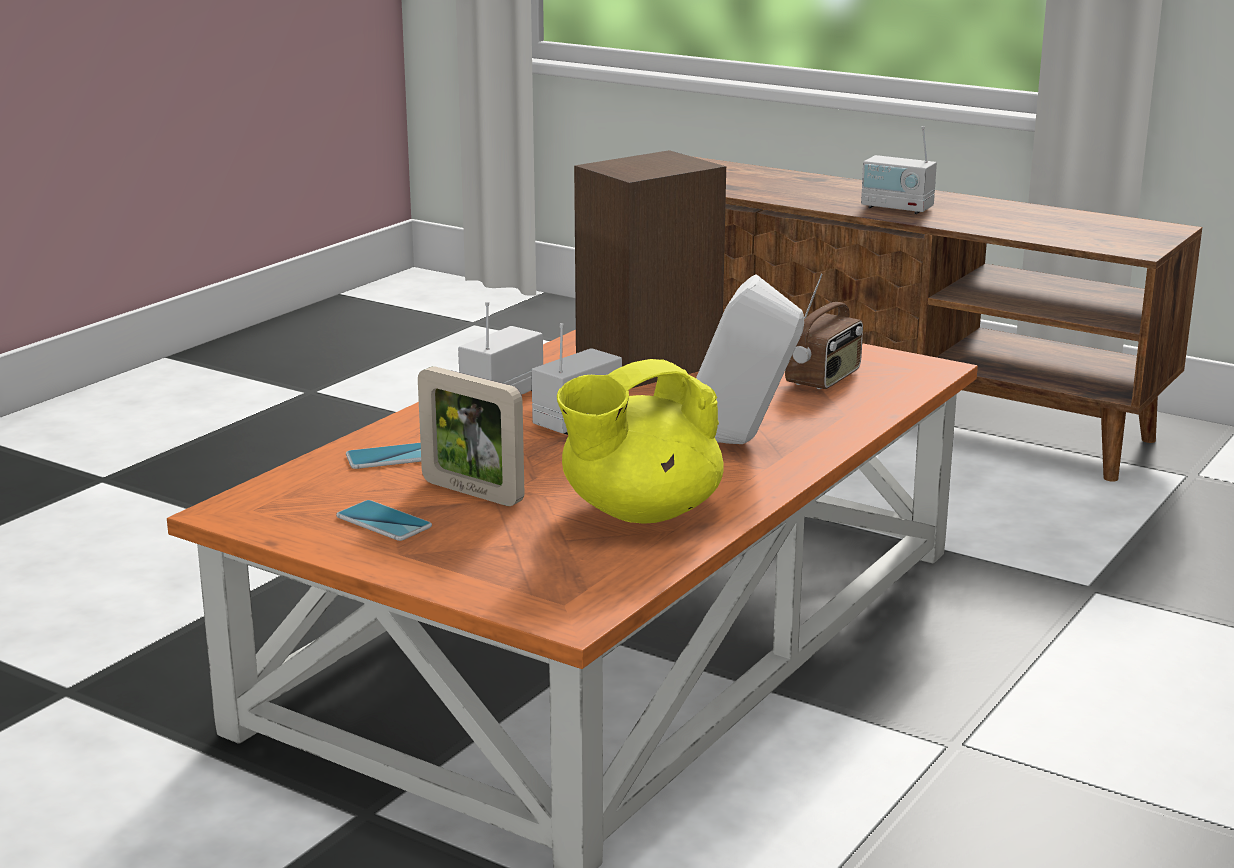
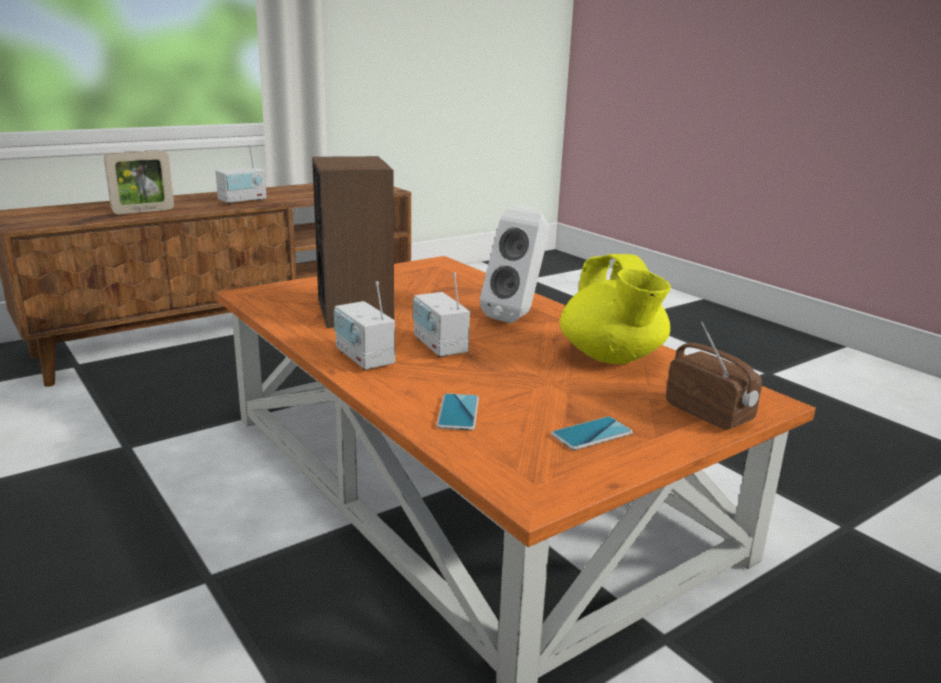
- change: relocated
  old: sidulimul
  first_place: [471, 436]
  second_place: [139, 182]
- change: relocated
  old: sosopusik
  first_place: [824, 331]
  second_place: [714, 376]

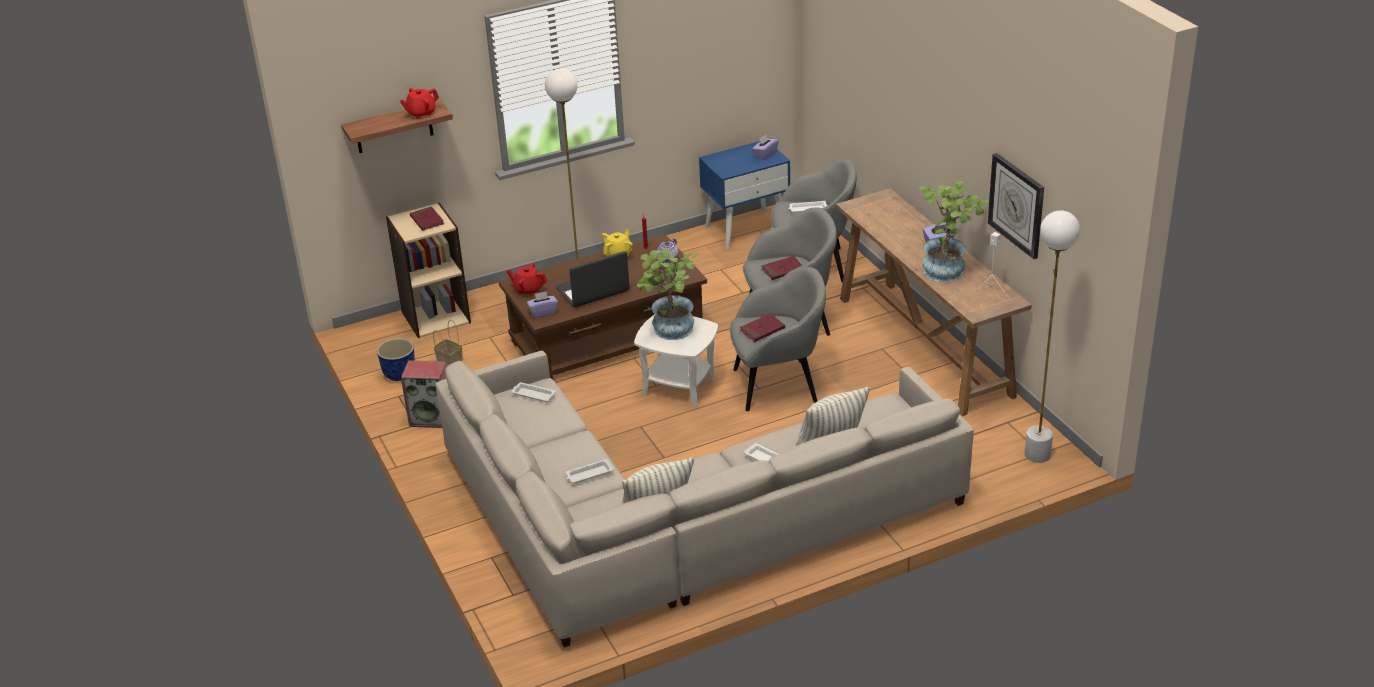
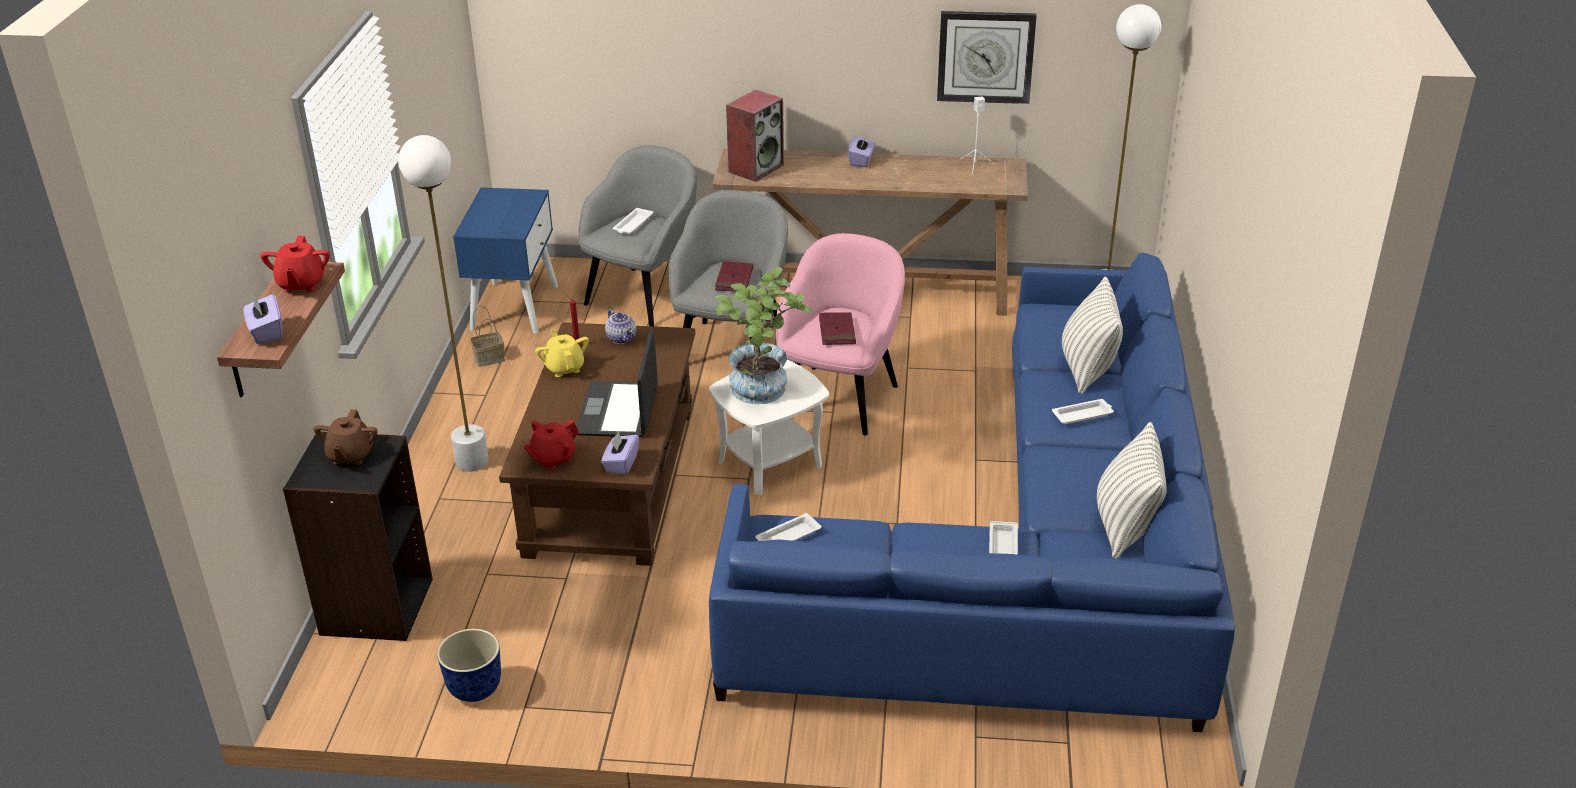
- change: missing
  old: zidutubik
  first_place: [953, 231]
- change: relocated
  old: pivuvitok
  first_place: [423, 394]
  second_place: [755, 136]
- change: relocated
  old: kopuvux
  first_place: [448, 343]
  second_place: [487, 336]
- change: relocated
  old: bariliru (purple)
  first_place: [765, 147]
  second_place: [263, 319]
- change: exchanged
  old: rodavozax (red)
  new: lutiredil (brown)
  first_place: [427, 218]
  second_place: [345, 437]
- change: colour
  old: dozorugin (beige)
  new: dozorugin (black)
  first_place: [428, 270]
  second_place: [358, 536]
- change: colour
  old: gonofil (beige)
  new: gonofil (blue)
  first_place: [704, 499]
  second_place: [972, 492]
- change: colour
  old: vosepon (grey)
  new: vosepon (pink)
  first_place: [778, 339]
  second_place: [840, 334]

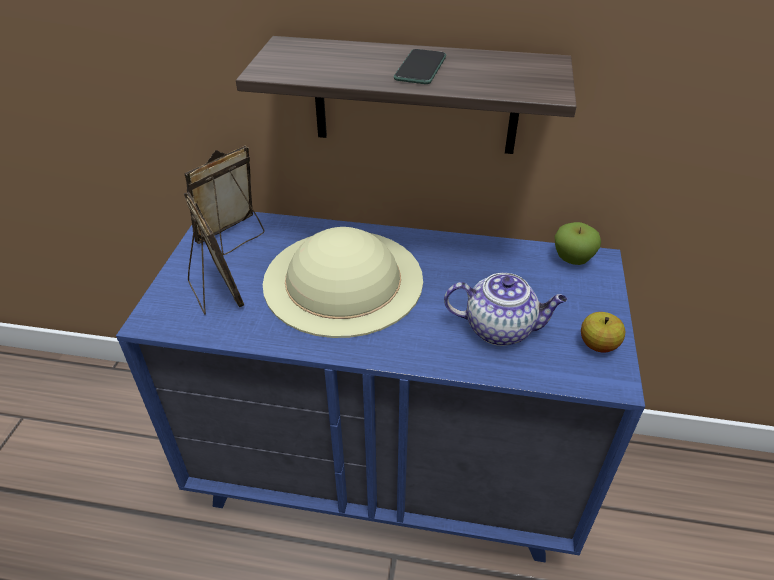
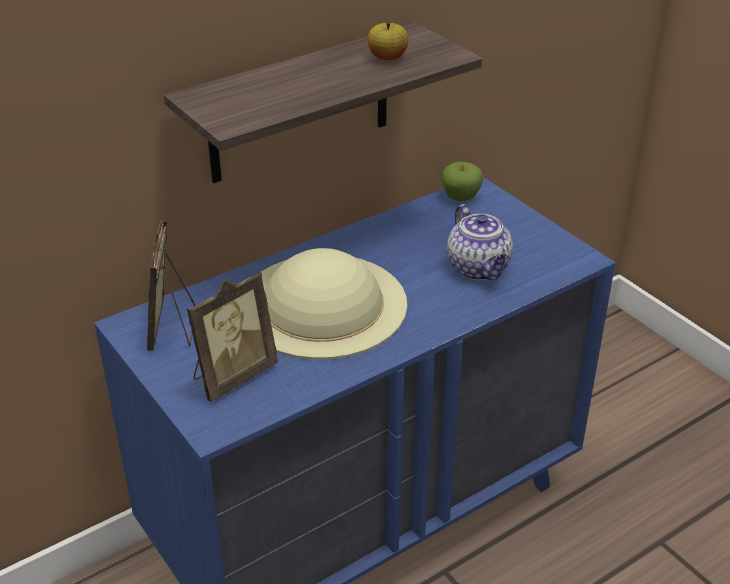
- change: missing
  old: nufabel
  first_place: [420, 66]
- change: relocated
  old: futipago
  first_place: [603, 332]
  second_place: [388, 41]
- change: spun
  old: sidulimul
  first_place: [214, 253]
  second_place: [232, 336]
  degrees: 120
- change: spun
  old: lutiredil
  first_place: [505, 309]
  second_place: [480, 242]
  degrees: 105

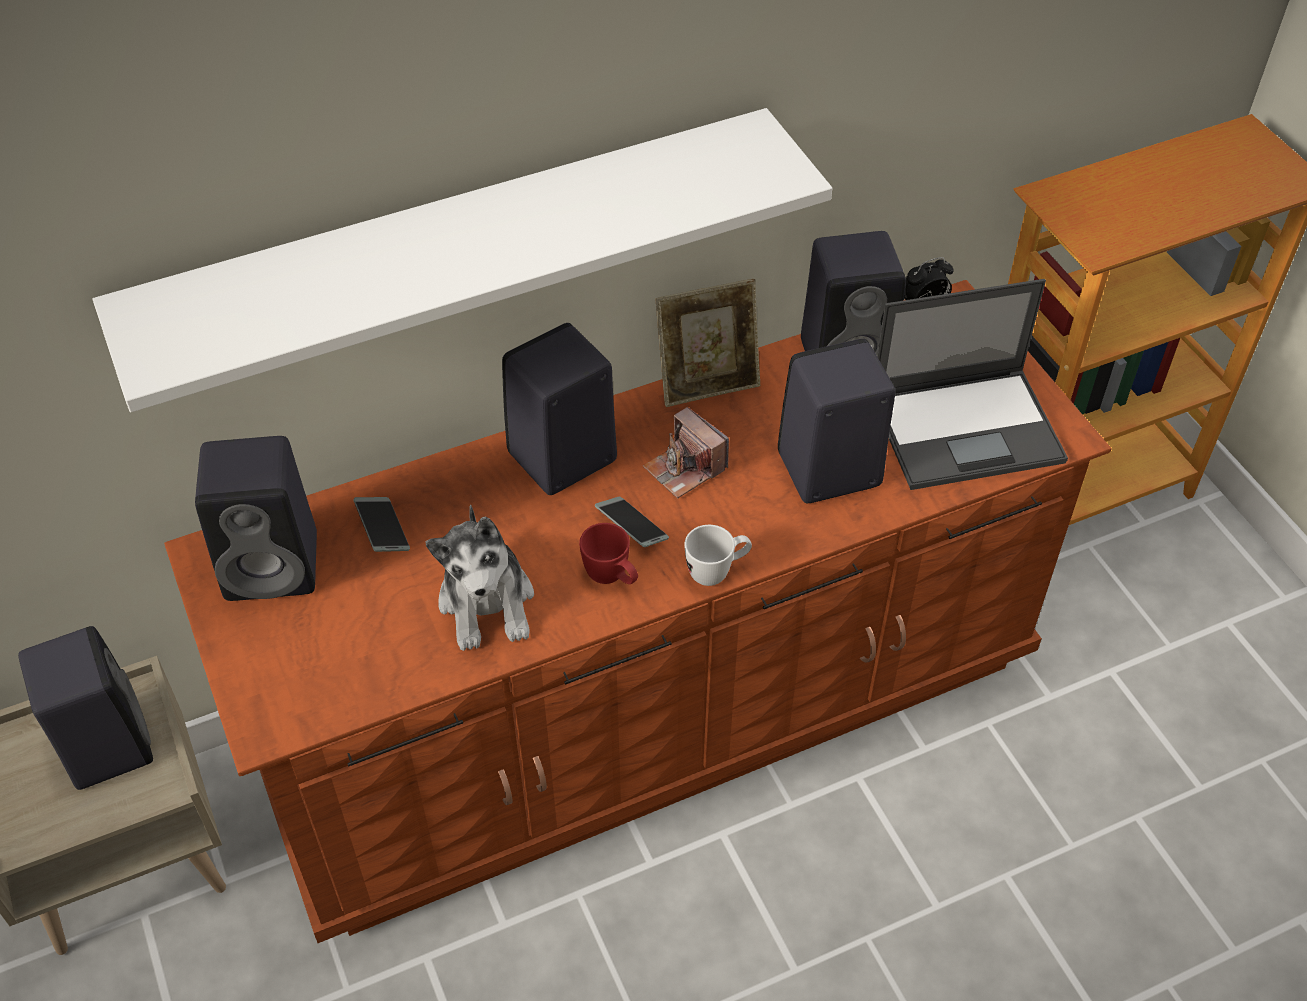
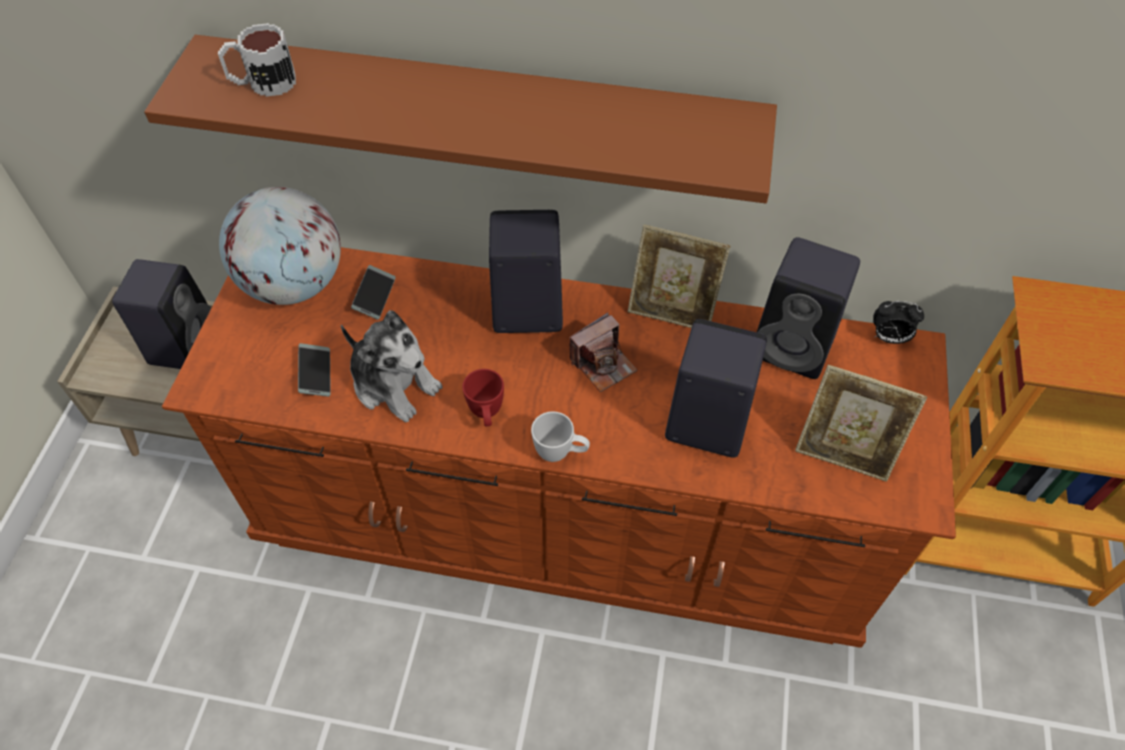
- change: appeared
  new: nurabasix
  second_place: [257, 60]
- change: relocated
  old: nufabel
  first_place: [632, 521]
  second_place: [314, 370]
- change: exchanged
  old: pivuvitok (black)
  new: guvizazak
  first_place: [256, 518]
  second_place: [280, 246]
- change: exchanged
  old: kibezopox
  new: sidulimul
  first_place: [972, 384]
  second_place: [861, 423]
- change: colour
  old: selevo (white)
  new: selevo (brown)
  first_place: [462, 260]
  second_place: [460, 119]
- change: spun
  old: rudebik
  first_place: [479, 578]
  second_place: [391, 366]
  degrees: -75
- change: spun
  old: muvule
  first_place: [686, 452]
  second_place: [603, 352]
  degrees: -120

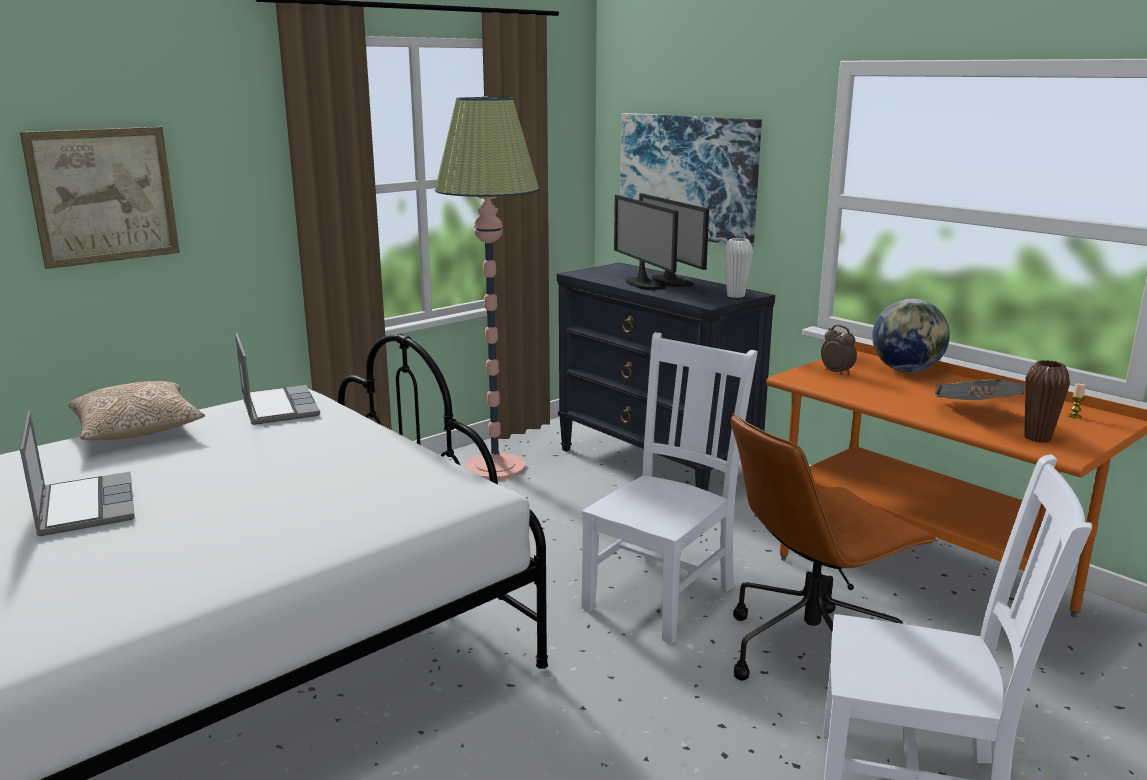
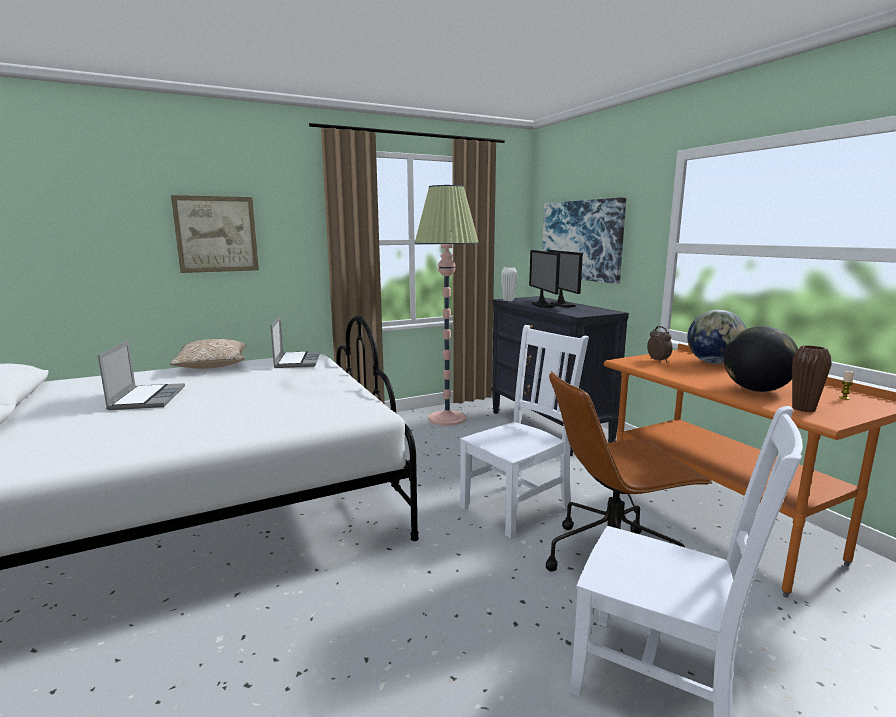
- change: relocated
  old: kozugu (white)
  first_place: [738, 268]
  second_place: [509, 284]
- change: exchanged
  old: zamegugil
  new: guvizazak
  first_place: [980, 389]
  second_place: [761, 359]

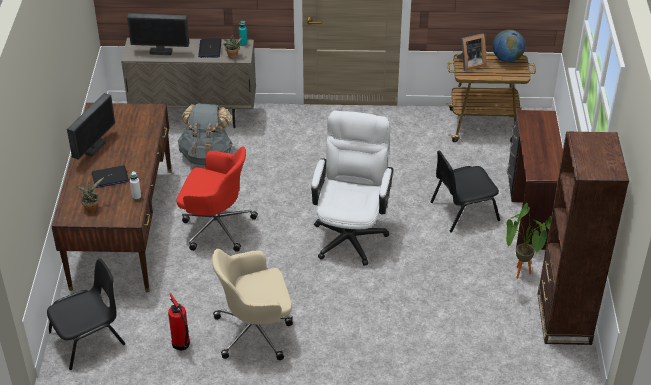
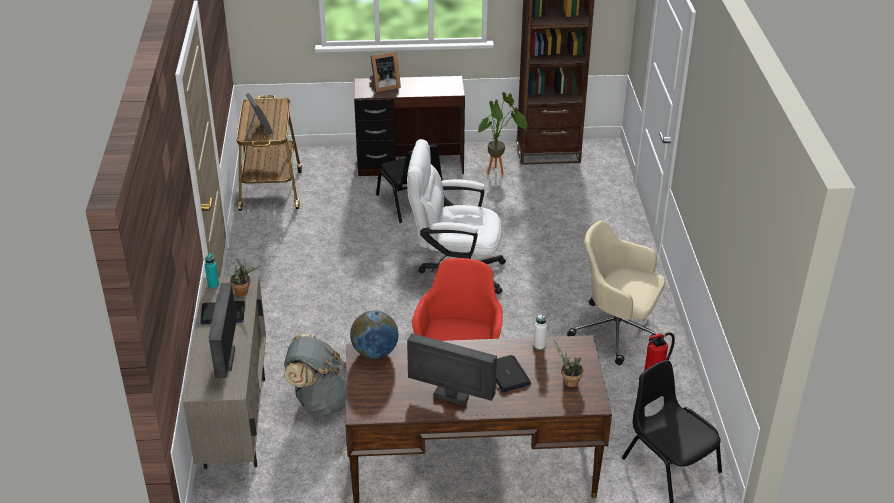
- change: appeared
  new: sidulimul
  second_place: [385, 72]
- change: relocated
  old: guvizazak
  first_place: [509, 46]
  second_place: [374, 334]
- change: spun
  old: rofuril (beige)
  first_place: [252, 304]
  second_place: [616, 292]
  degrees: 135

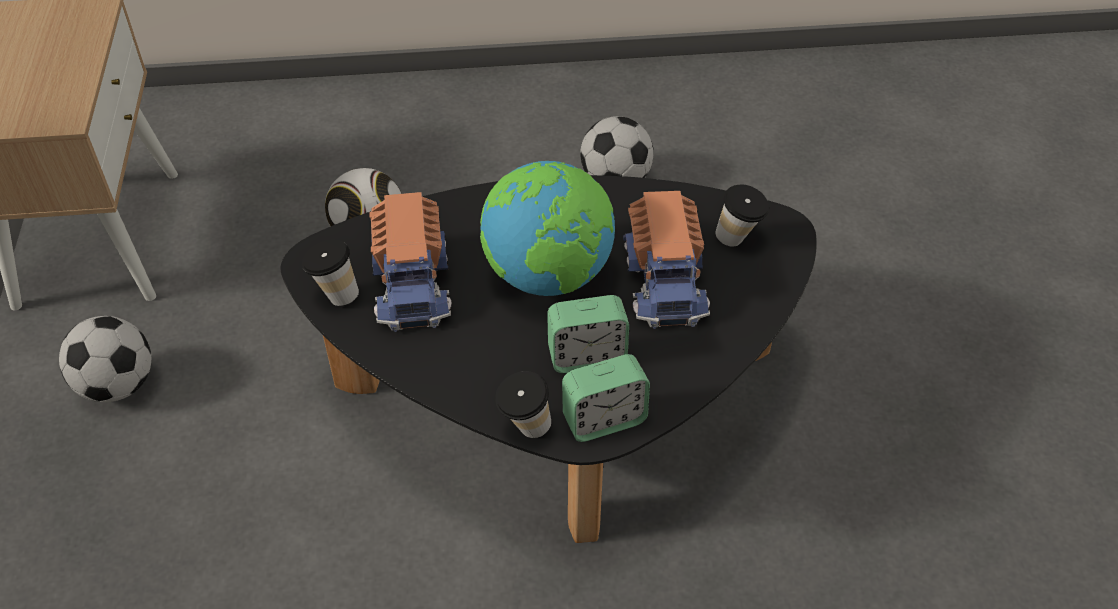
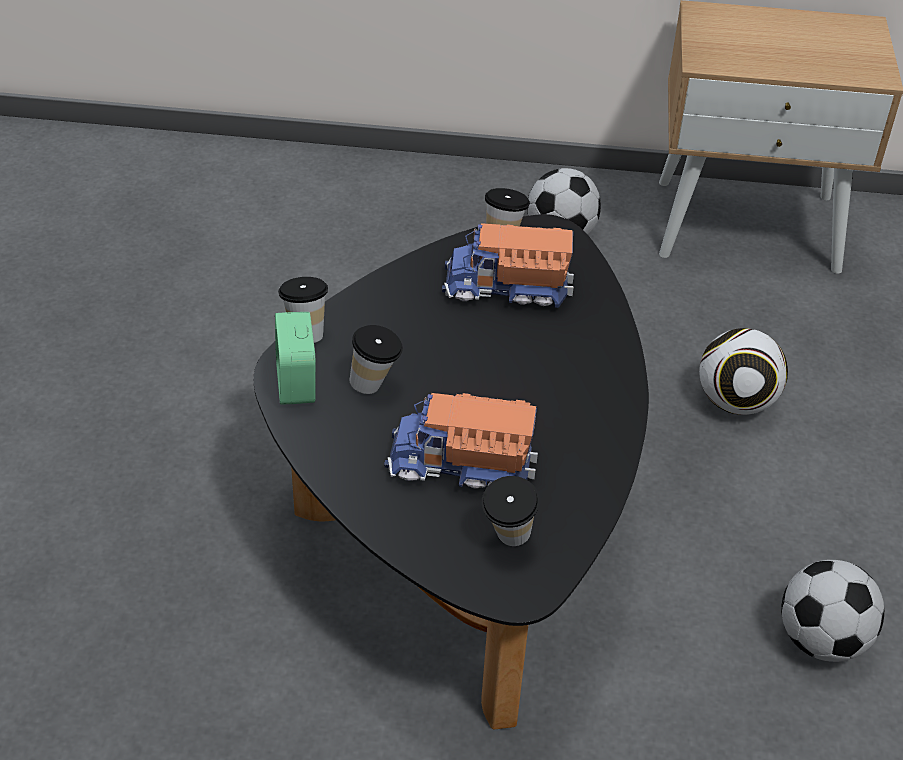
- change: missing
  old: guvizazak
  first_place: [547, 228]
- change: exchanged
  old: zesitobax
  new: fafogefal
  first_place: [588, 334]
  second_place: [376, 359]

